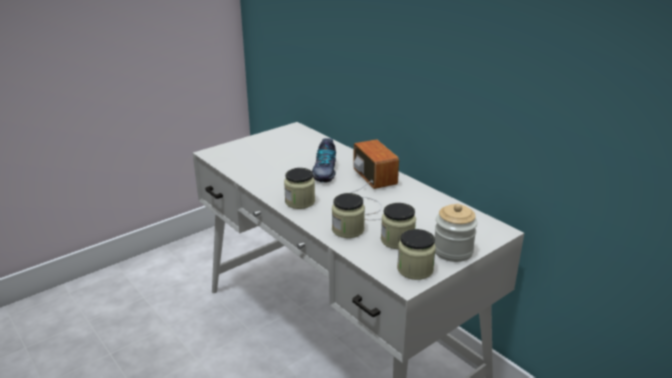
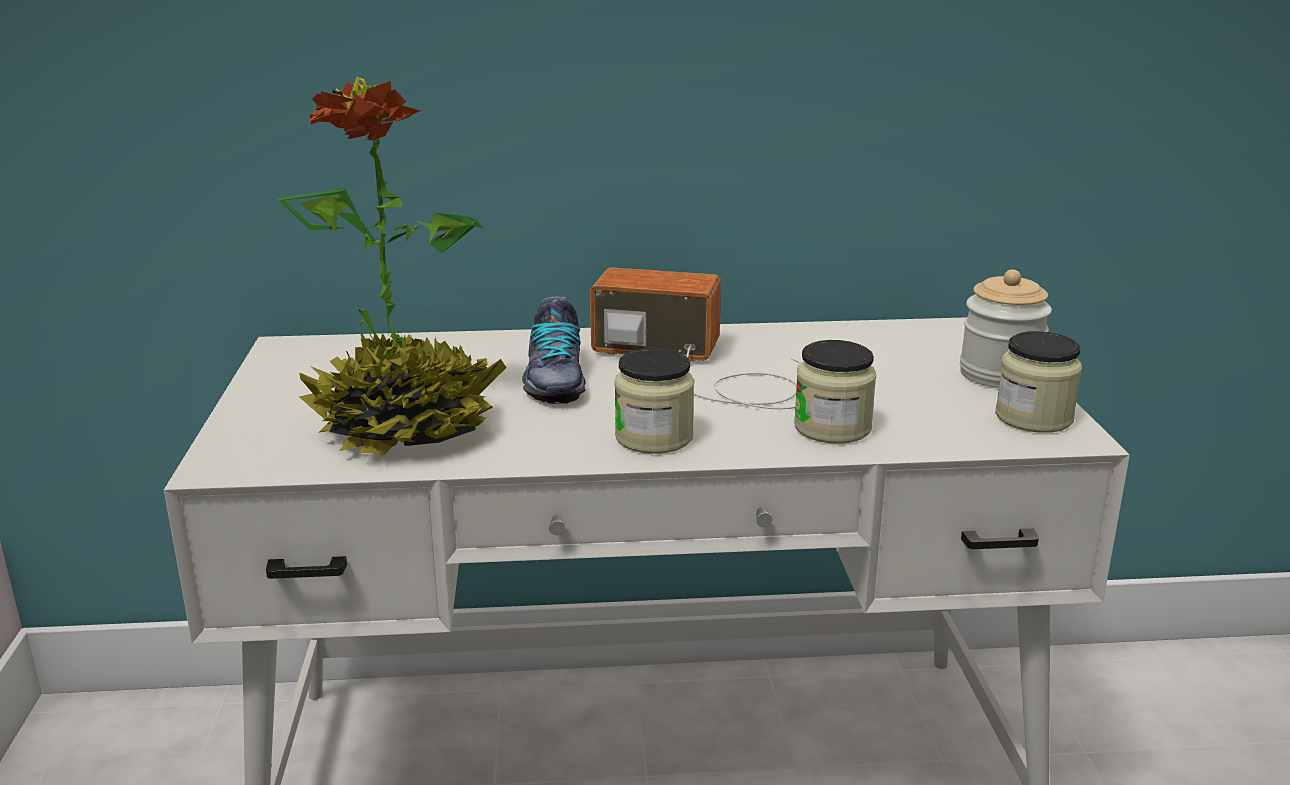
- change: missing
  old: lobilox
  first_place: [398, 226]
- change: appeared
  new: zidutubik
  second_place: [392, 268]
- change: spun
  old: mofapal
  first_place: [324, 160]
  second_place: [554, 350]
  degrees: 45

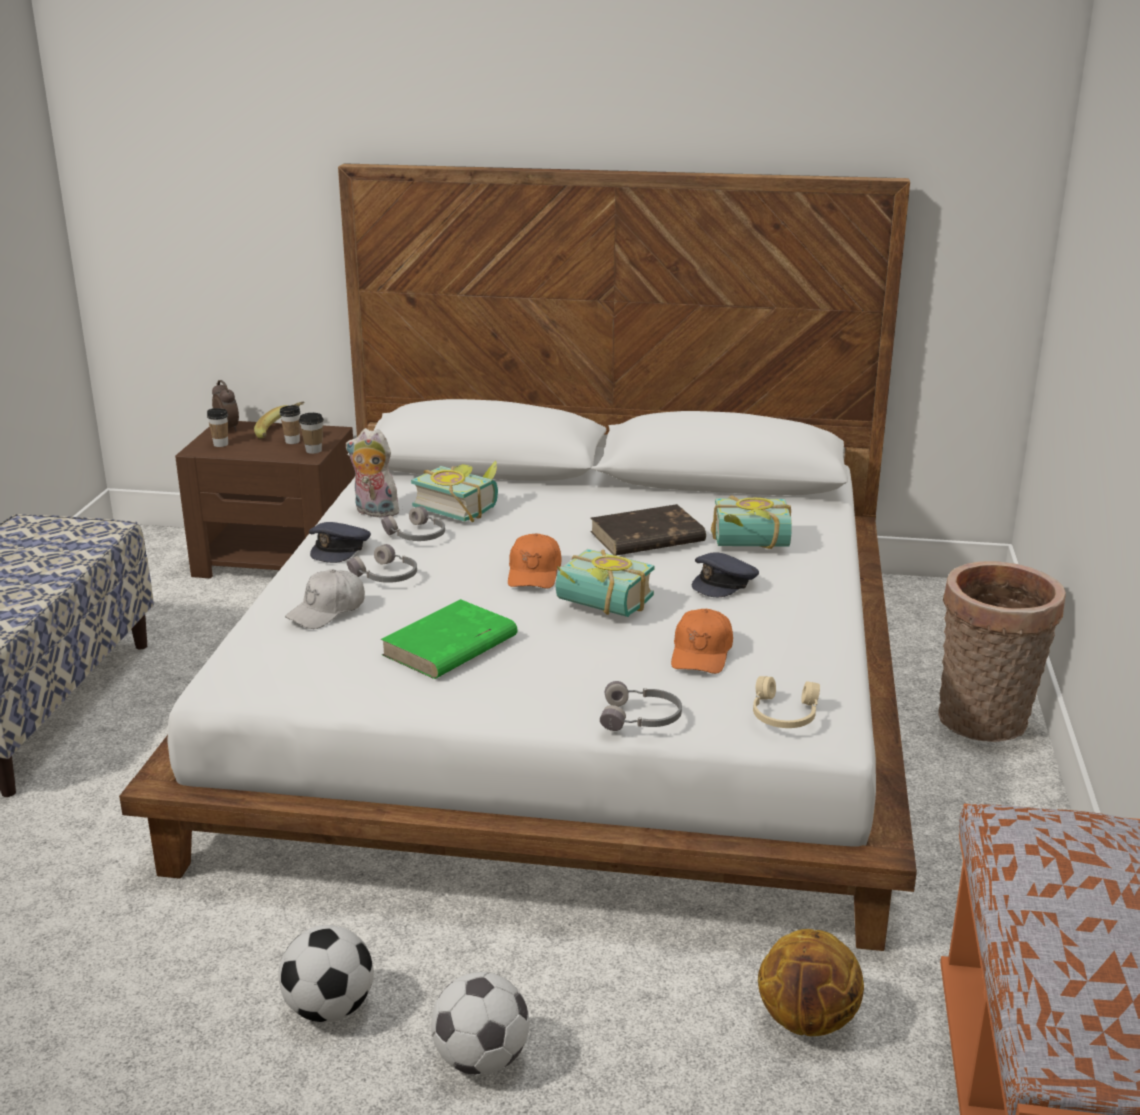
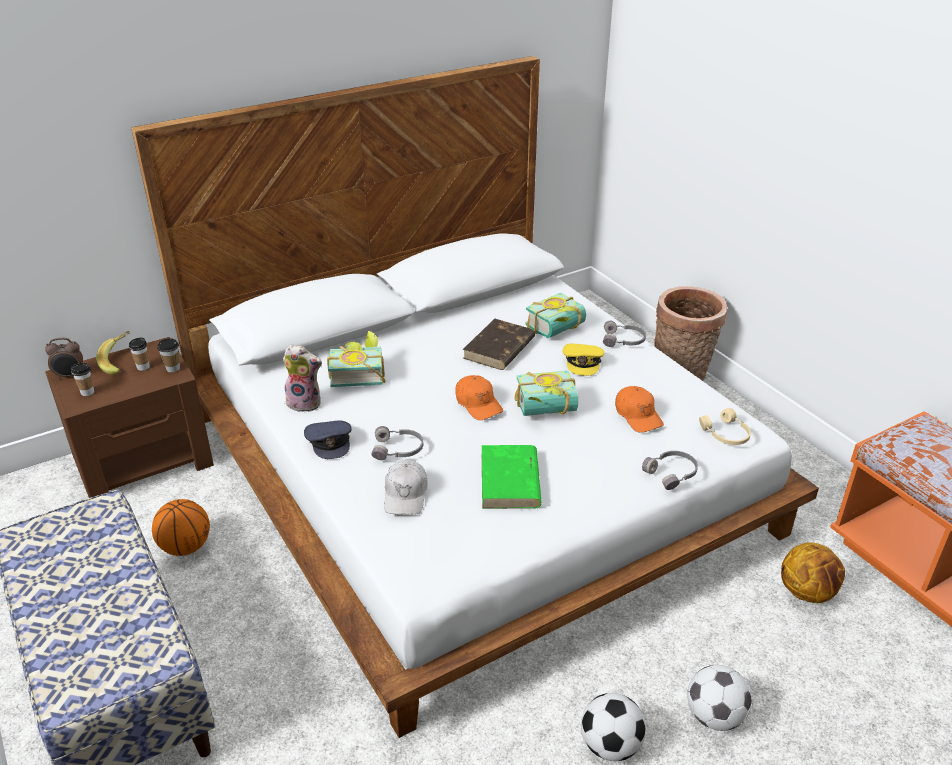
- change: appeared
  new: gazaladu
  second_place: [181, 527]
- change: relocated
  old: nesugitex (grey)
  first_place: [413, 523]
  second_place: [624, 333]
- change: colour
  old: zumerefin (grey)
  new: zumerefin (yellow)
  first_place: [725, 574]
  second_place: [583, 360]
- change: spun
  old: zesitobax
  first_place: [225, 405]
  second_place: [64, 358]
  degrees: 150
- change: spun
  old: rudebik
  first_place: [372, 473]
  second_place: [302, 378]
  degrees: -150

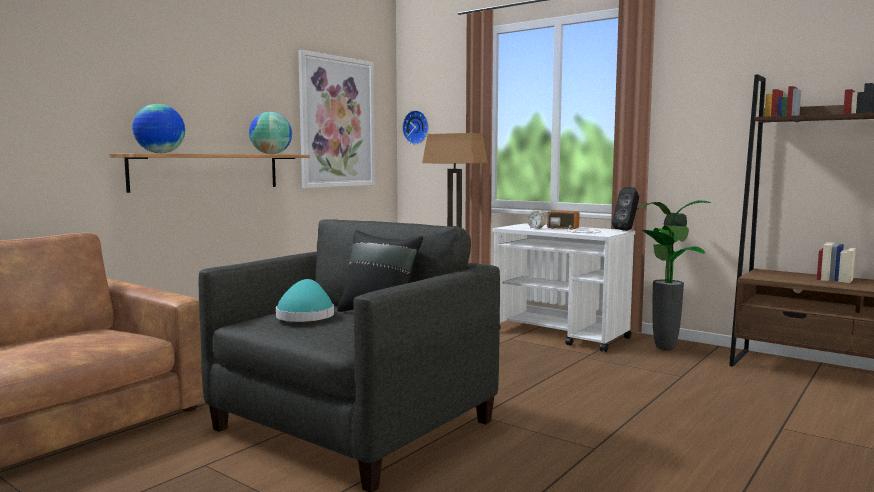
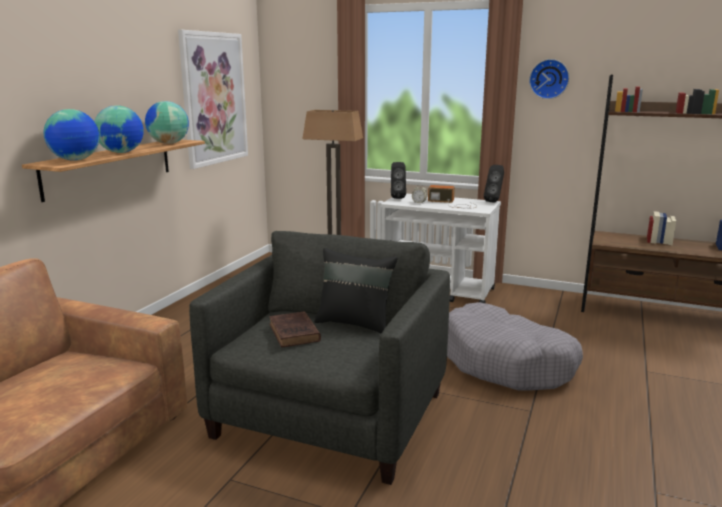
- change: missing
  old: zidutubik
  first_place: [674, 275]
- change: appeared
  new: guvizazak
  second_place: [119, 129]
- change: appeared
  new: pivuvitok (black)
  second_place: [398, 180]
- change: appeared
  new: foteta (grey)
  second_place: [515, 346]
- change: relocated
  old: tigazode
  first_place: [415, 127]
  second_place: [549, 79]
- change: exchanged
  old: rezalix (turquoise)
  new: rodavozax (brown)
  first_place: [305, 300]
  second_place: [295, 329]

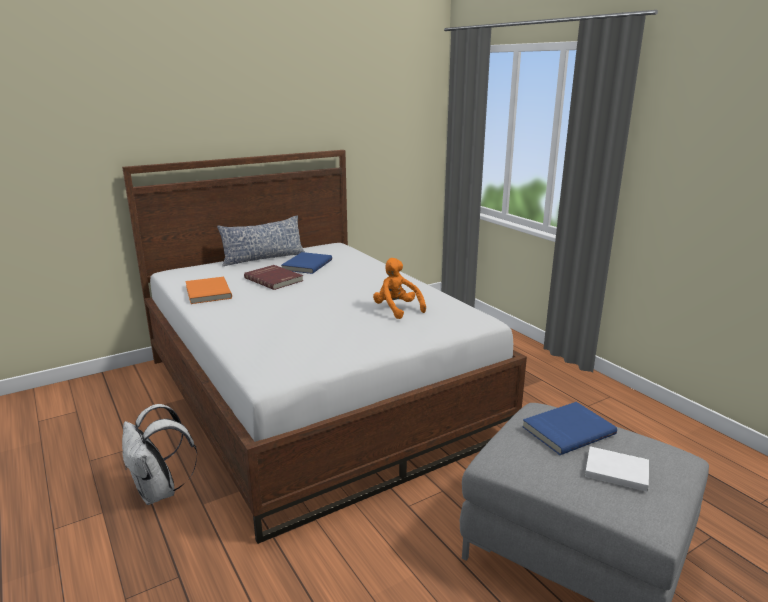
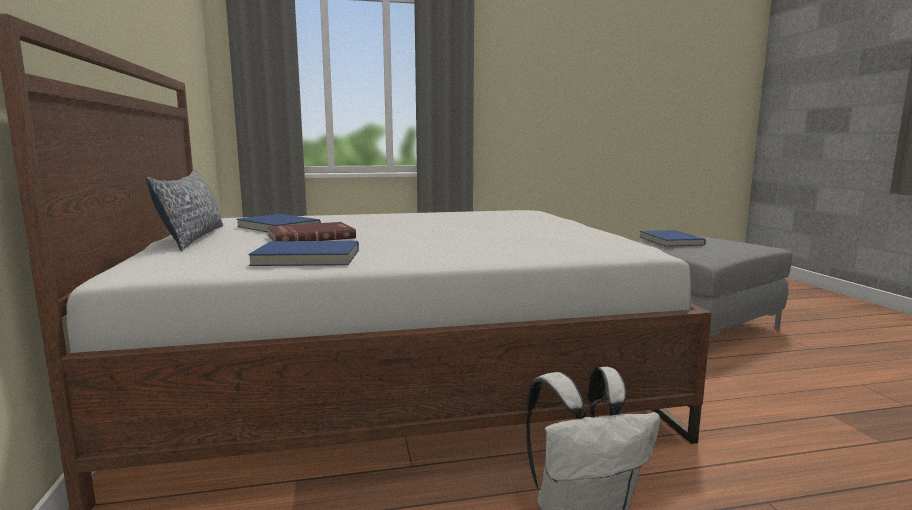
- change: missing
  old: rudebik (orange)
  first_place: [399, 288]
- change: missing
  old: rodavozax (white)
  first_place: [617, 469]
- change: colour
  old: rodavozax (orange)
  new: rodavozax (blue)
  first_place: [208, 290]
  second_place: [303, 253]

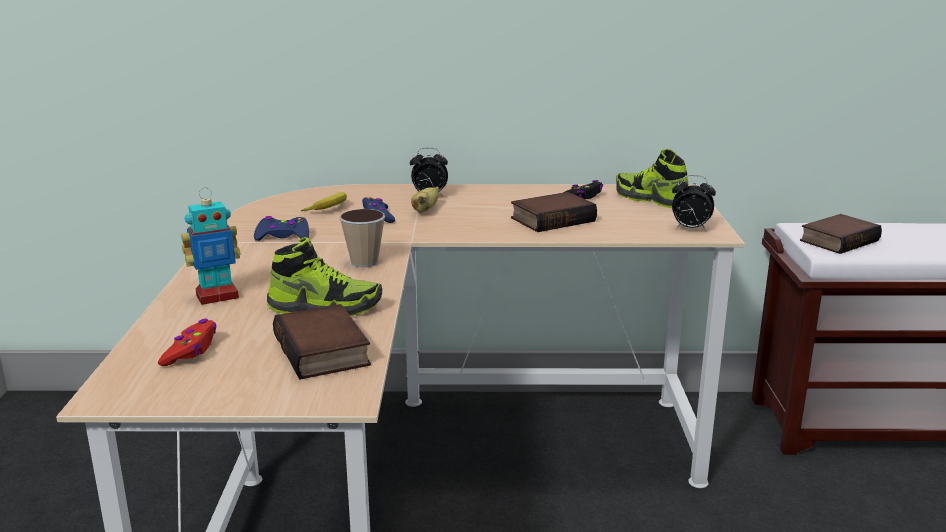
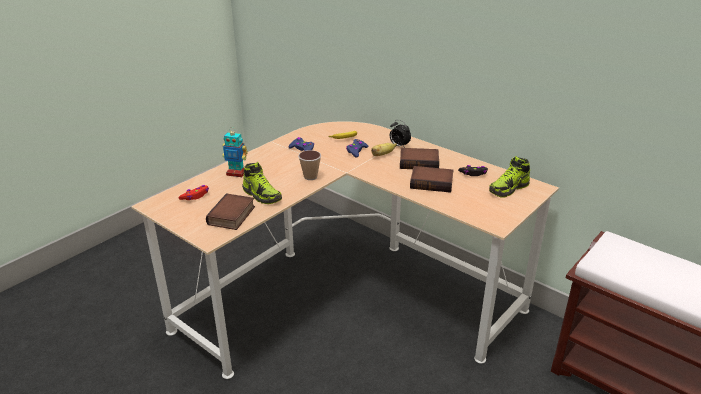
- change: missing
  old: zesitobax
  first_place: [694, 203]
- change: relocated
  old: rodavozax
  first_place: [841, 234]
  second_place: [419, 158]
- change: spun
  old: mofapal
  first_place: [652, 178]
  second_place: [509, 177]
  degrees: -120

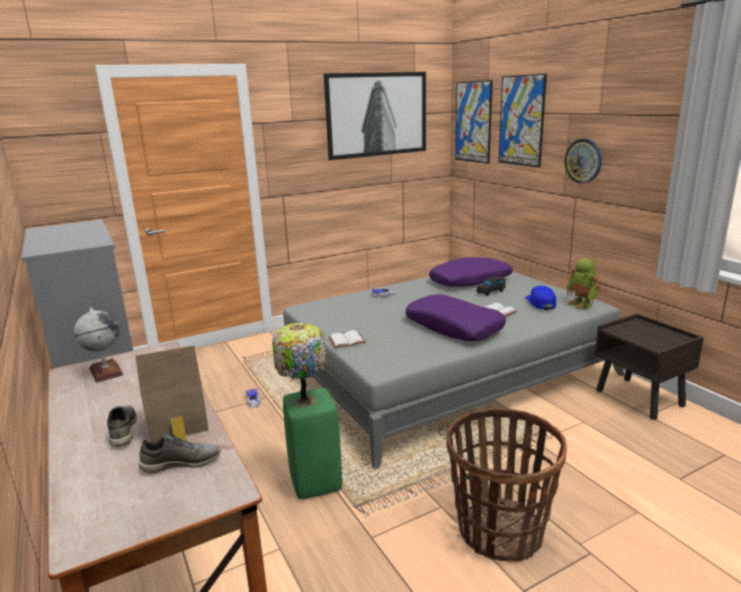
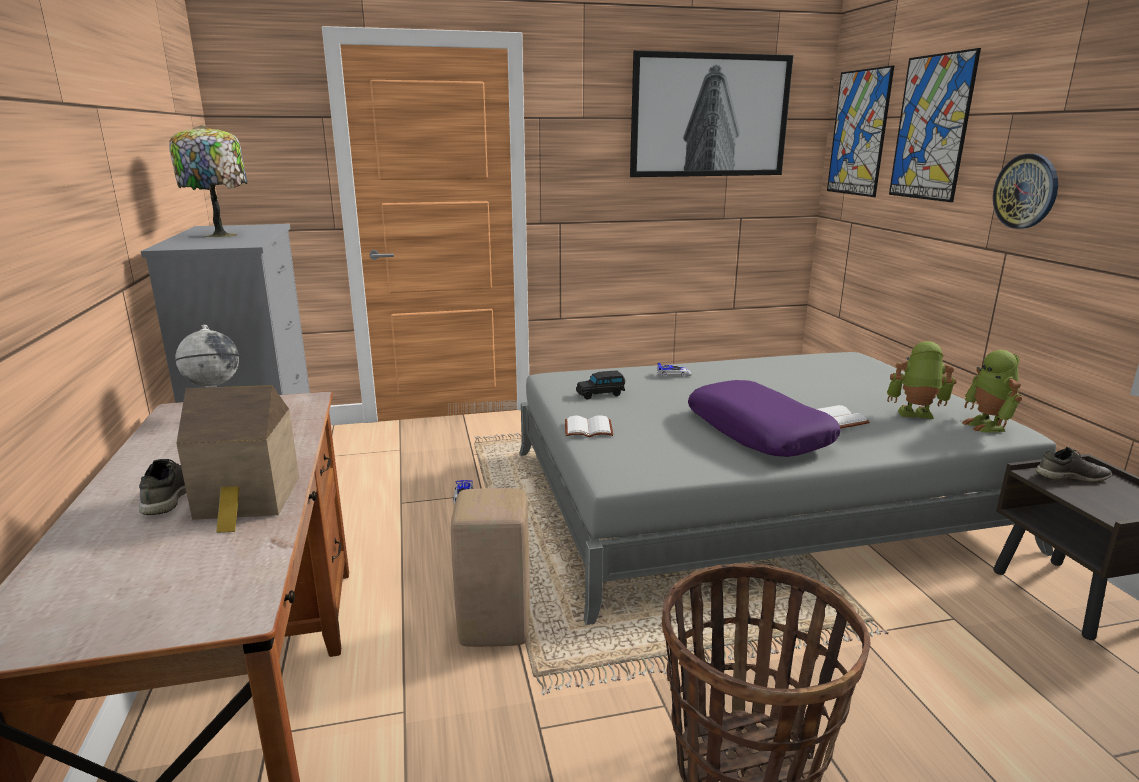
- change: missing
  old: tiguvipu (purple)
  first_place: [471, 272]
- change: relocated
  old: mofapal (grey)
  first_place: [180, 453]
  second_place: [1074, 464]
- change: relocated
  old: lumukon
  first_place: [299, 365]
  second_place: [208, 181]
- change: relocated
  old: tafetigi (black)
  first_place: [491, 286]
  second_place: [600, 385]
- change: exchanged
  old: zumerefin (blue)
  new: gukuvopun
  first_place: [540, 298]
  second_place: [922, 380]
- change: colour
  old: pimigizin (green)
  new: pimigizin (beige)
  first_place: [312, 443]
  second_place: [490, 567]

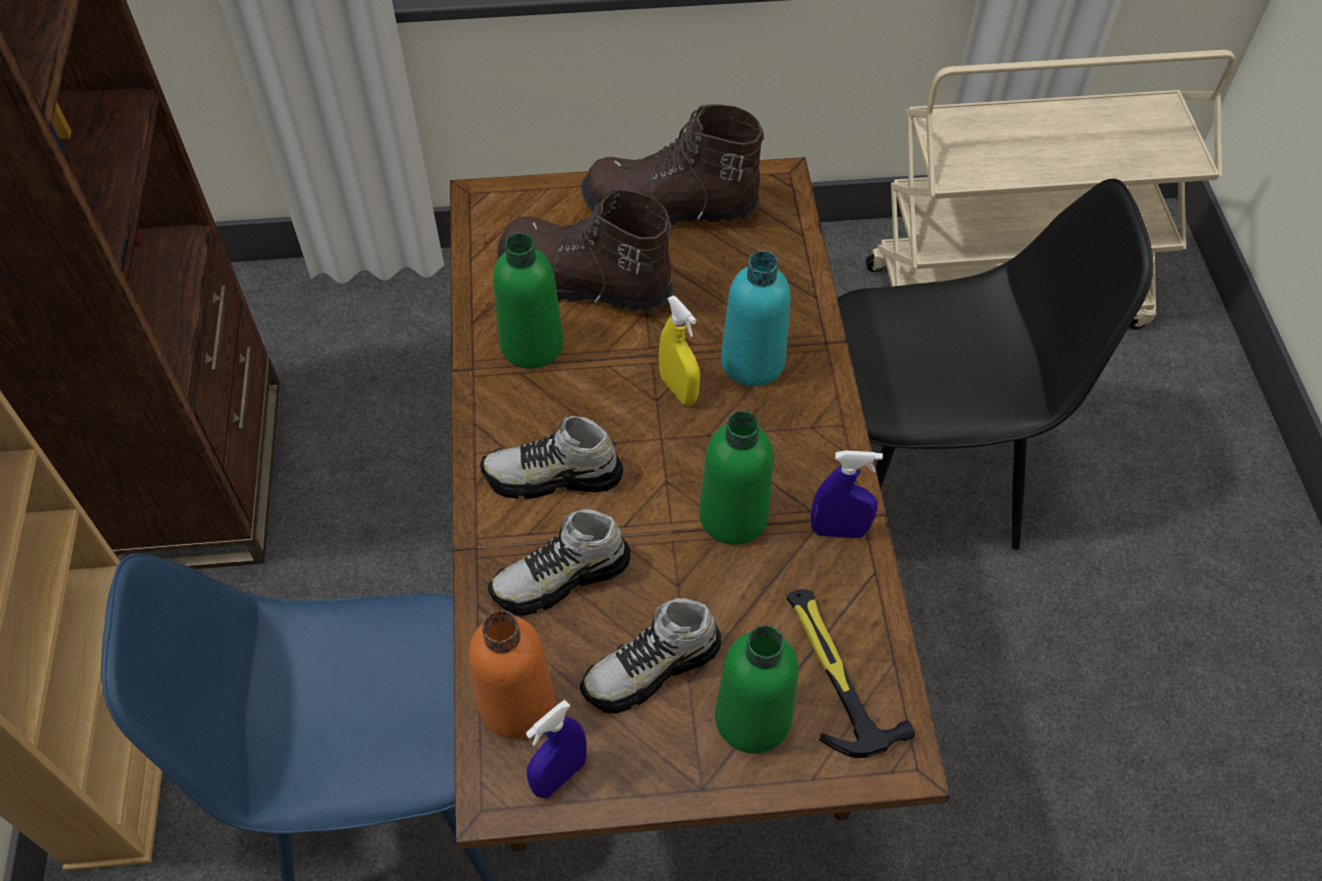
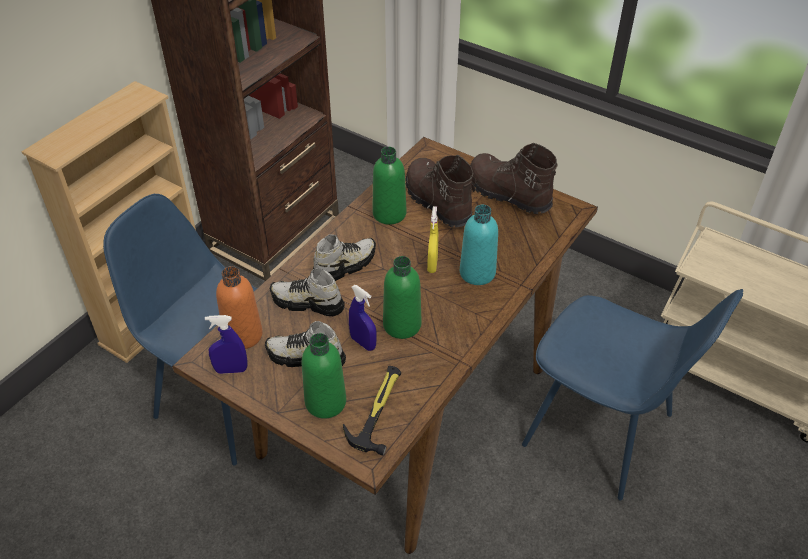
- change: relocated
  old: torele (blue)
  first_place: [847, 494]
  second_place: [363, 318]
- change: colour
  old: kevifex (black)
  new: kevifex (blue)
  first_place: [995, 364]
  second_place: [632, 394]
- change: spun
  old: mofapal
  first_place: [551, 457]
  second_place: [344, 257]
  degrees: 105

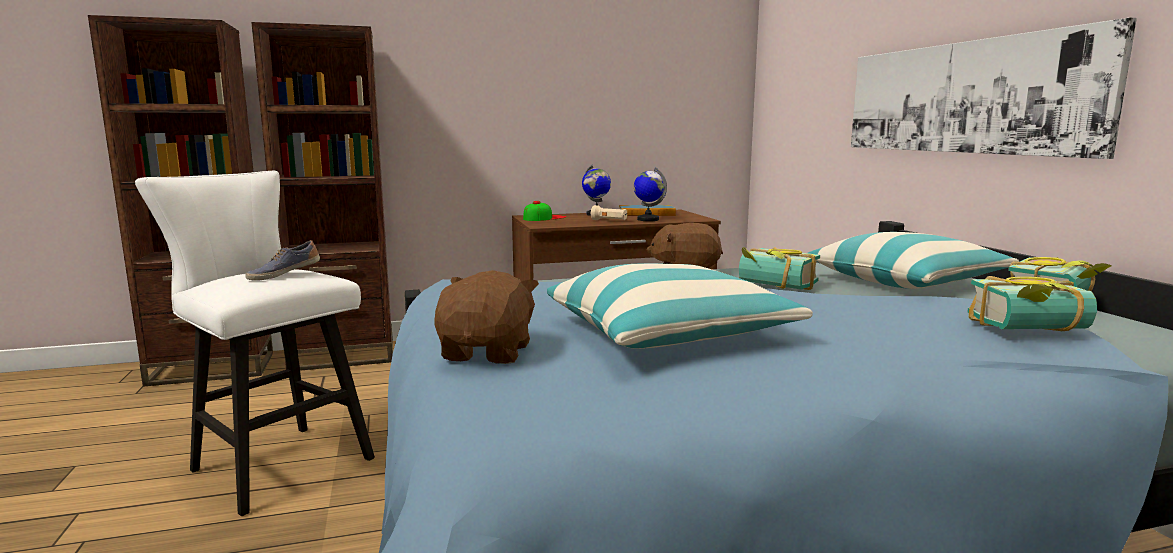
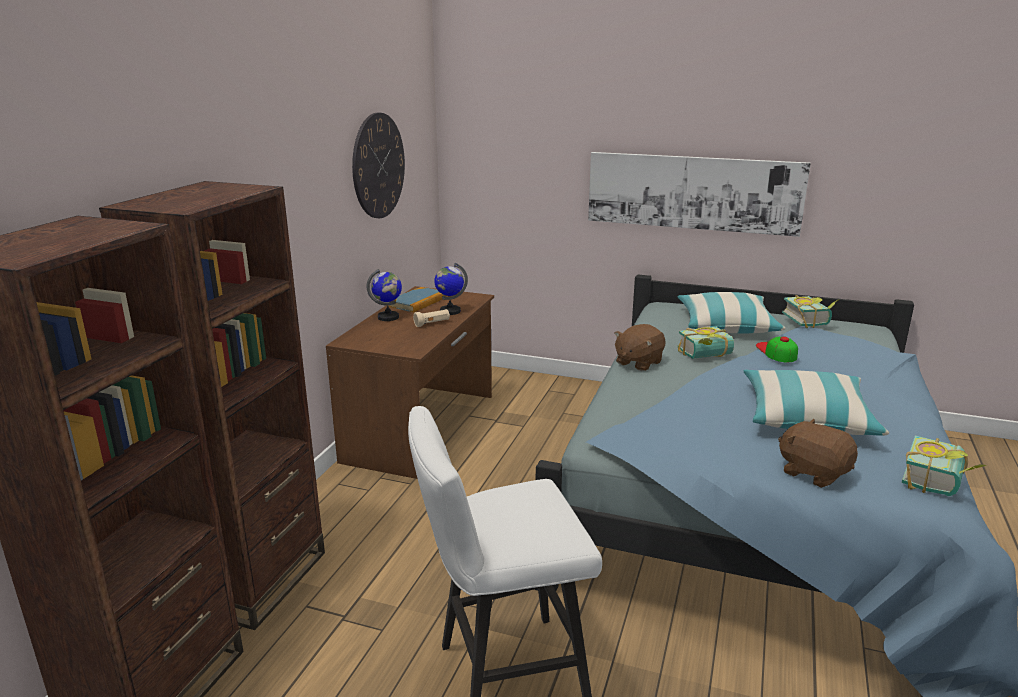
- change: missing
  old: mofapal
  first_place: [282, 260]
- change: appeared
  new: tigazode
  second_place: [378, 165]
- change: relocated
  old: zumerefin
  first_place: [544, 211]
  second_place: [777, 349]
- change: relocated
  old: rodavozax
  first_place: [1032, 303]
  second_place: [944, 465]

